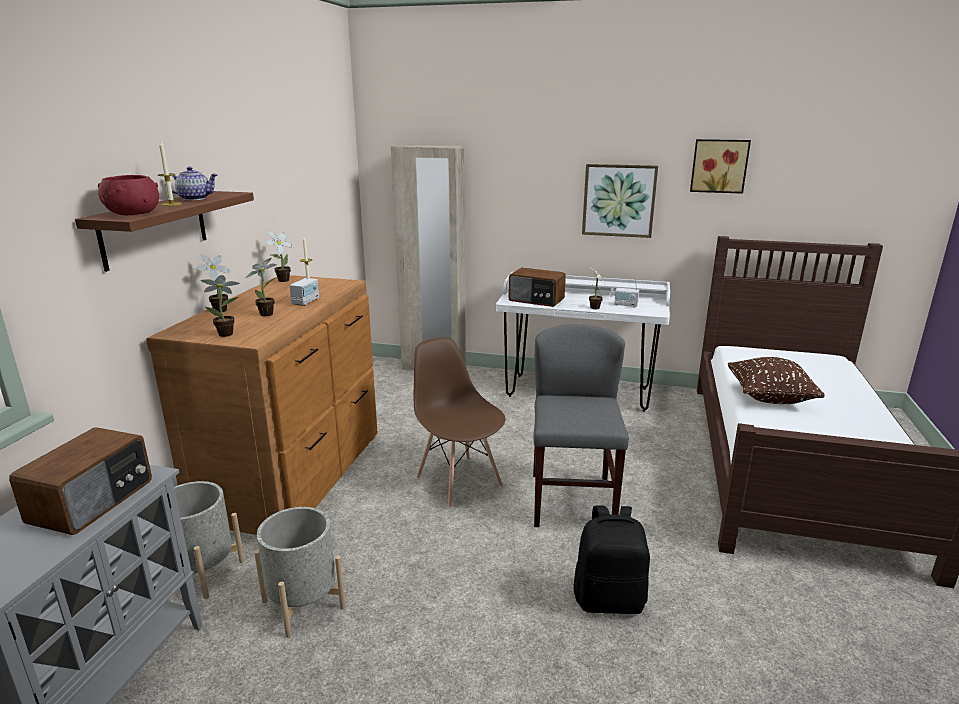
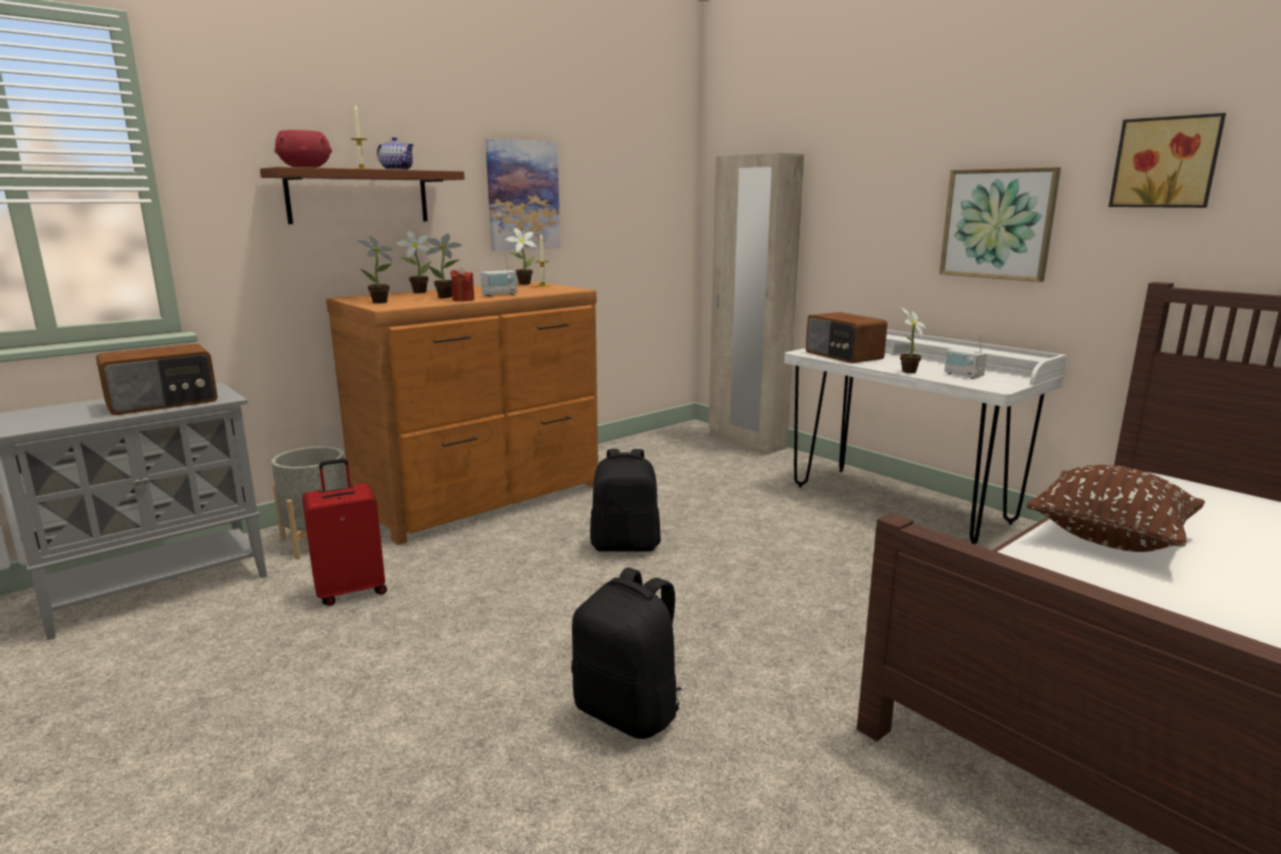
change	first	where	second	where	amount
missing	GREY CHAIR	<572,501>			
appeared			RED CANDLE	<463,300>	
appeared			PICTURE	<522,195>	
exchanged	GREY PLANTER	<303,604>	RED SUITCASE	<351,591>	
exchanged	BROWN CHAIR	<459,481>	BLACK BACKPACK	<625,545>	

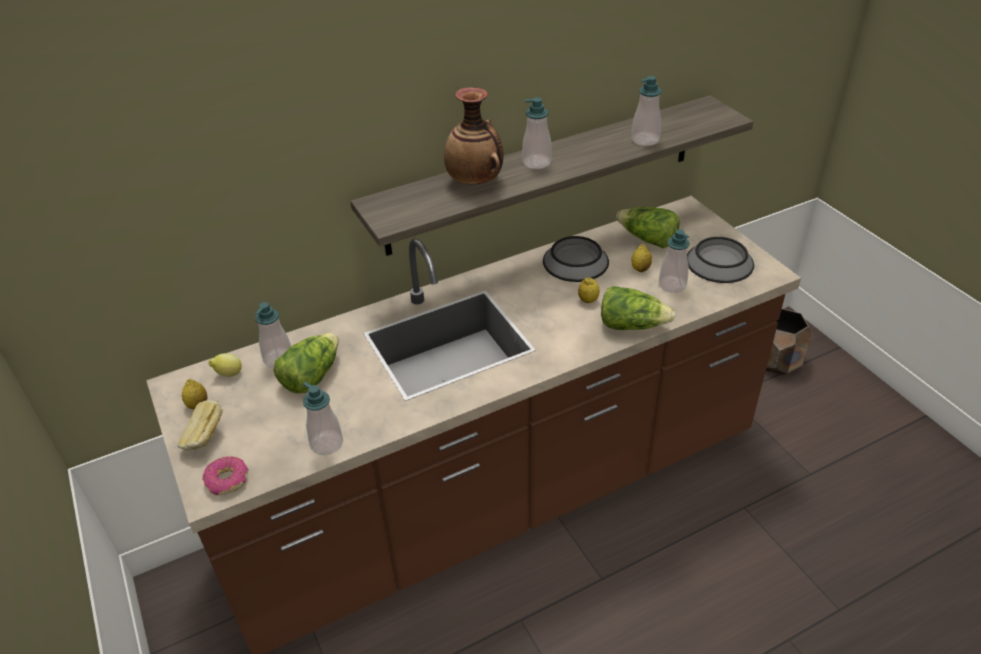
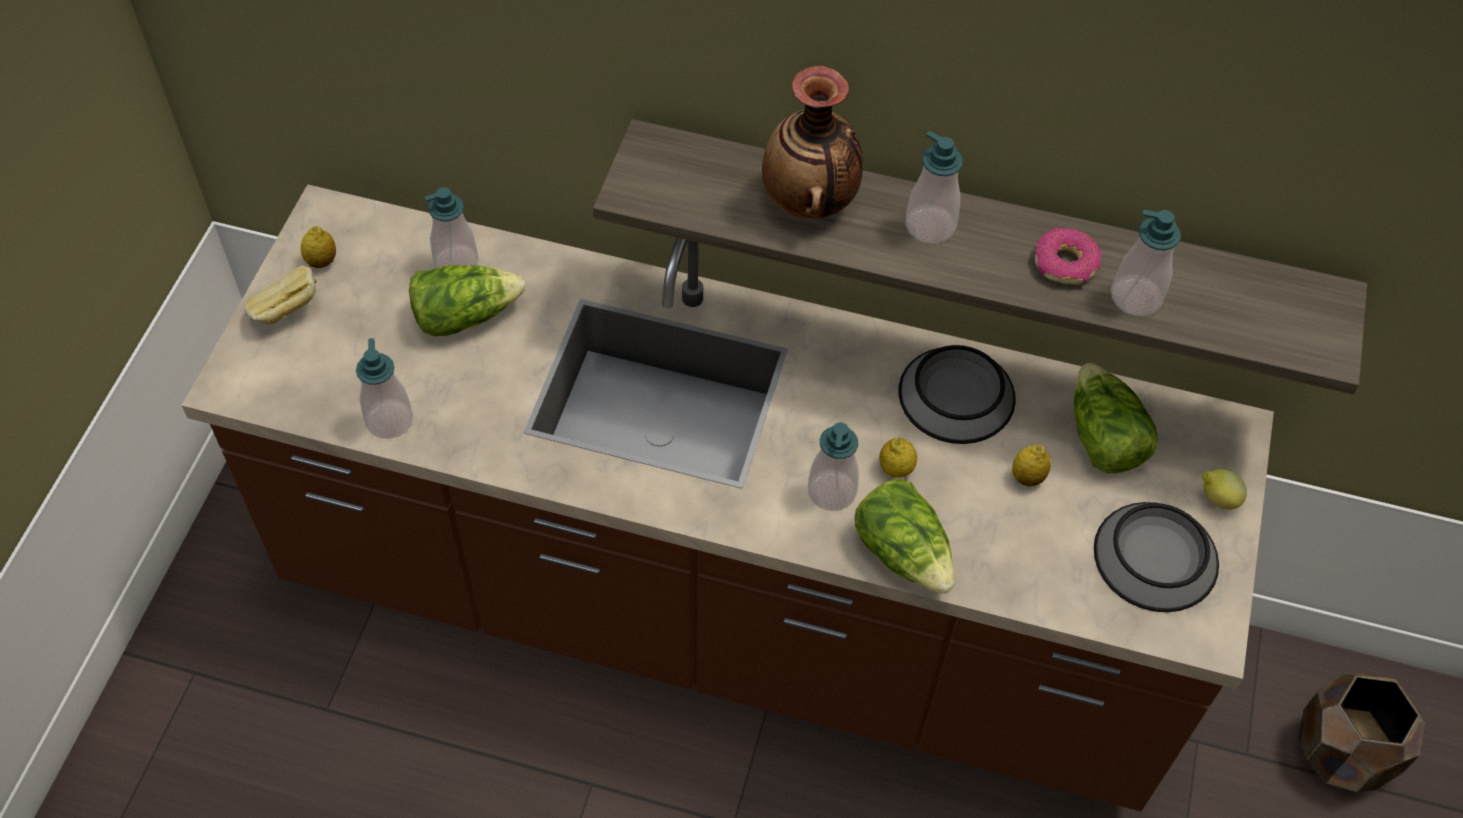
change	first	where	second	where	amount
relocated	DONUT	<227,480>		<1065,264>	
relocated	LEMON	<228,374>		<1217,499>	
relocated	SOAP DISPENSER	<672,285>		<832,491>	

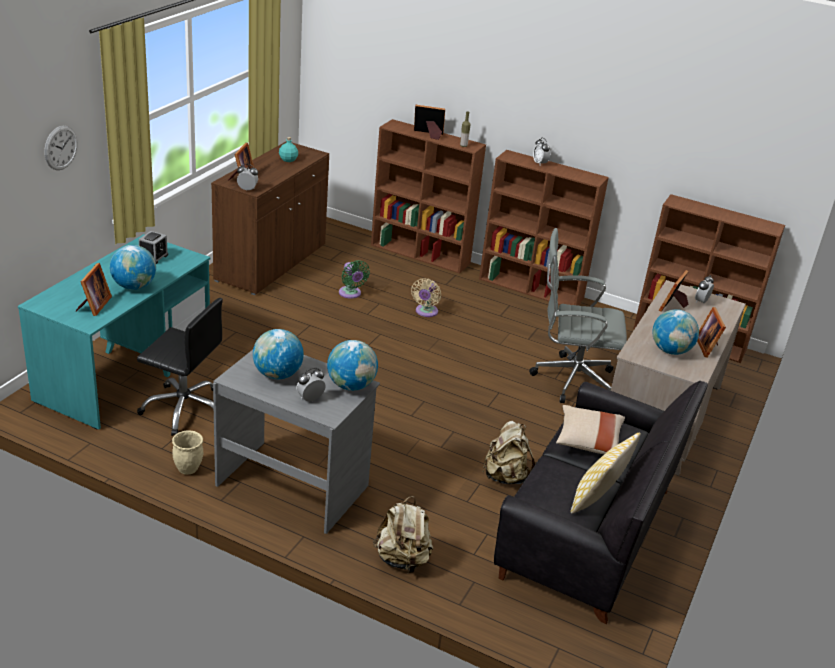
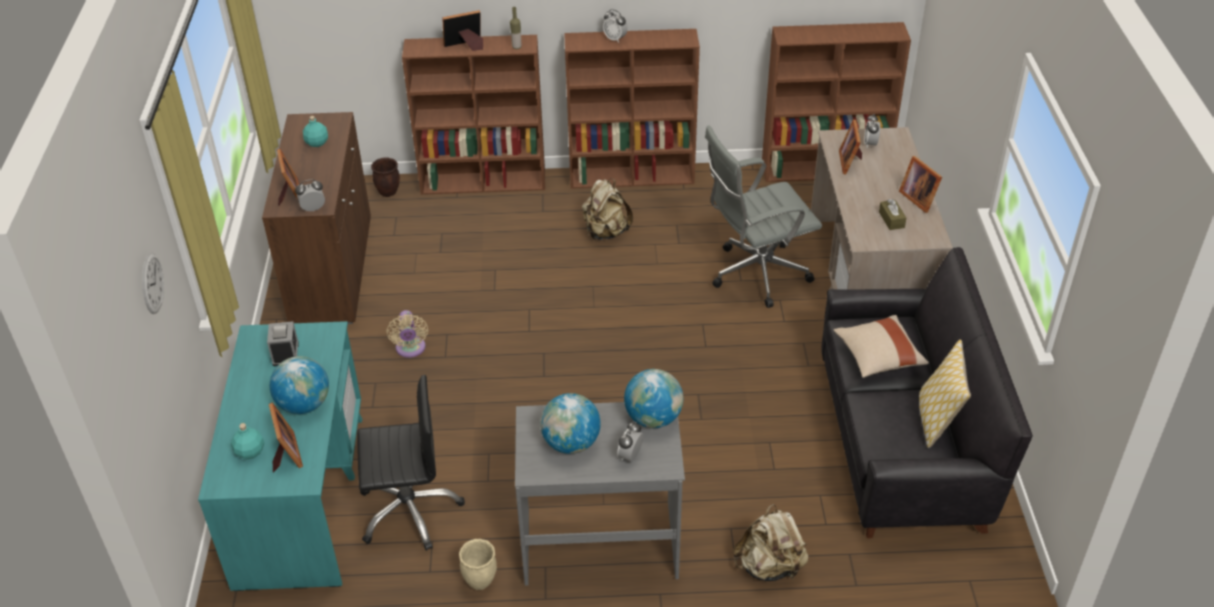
change	first	where	second	where	amount
missing	GREEN FAN	<351,294>			
appeared			TURQUOISE BOTTLE	<250,452>	
appeared			BROWN PLANTER	<388,192>	
relocated	BEIGE FAN	<425,312>		<410,349>	
relocated	BEIGE BACKPACK	<505,477>		<605,232>	
exchanged	GLOBE	<670,351>	BROWN TISSUE BOX	<891,220>	

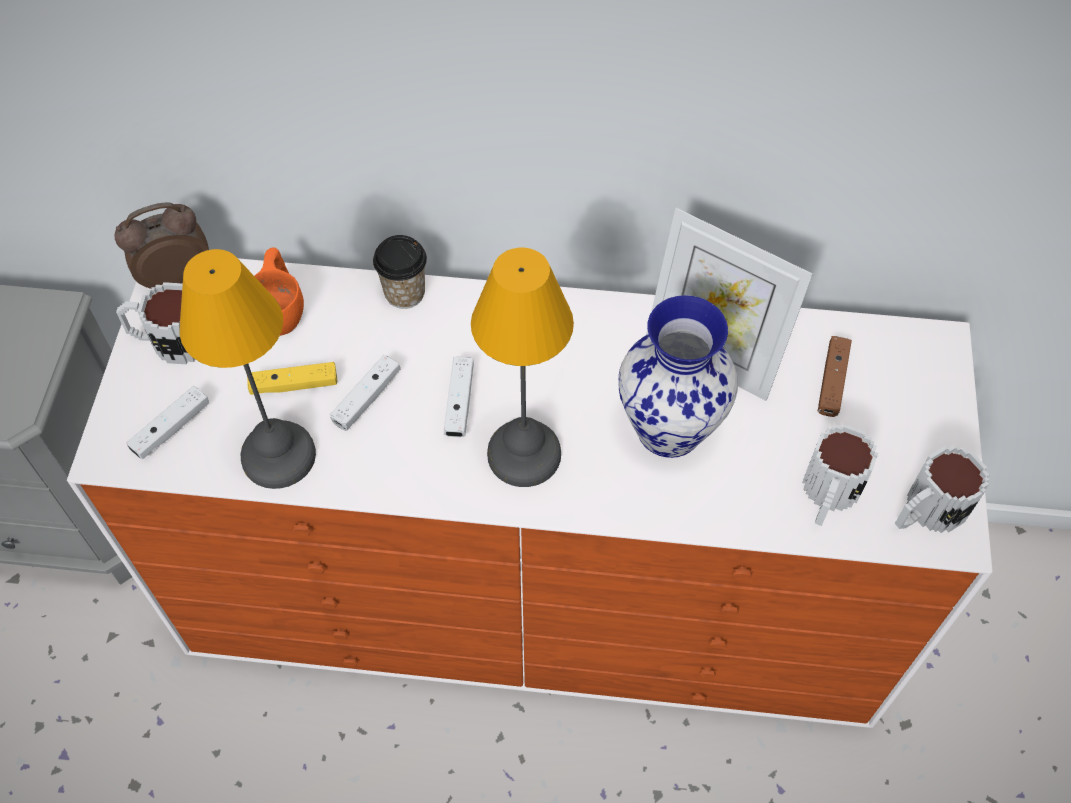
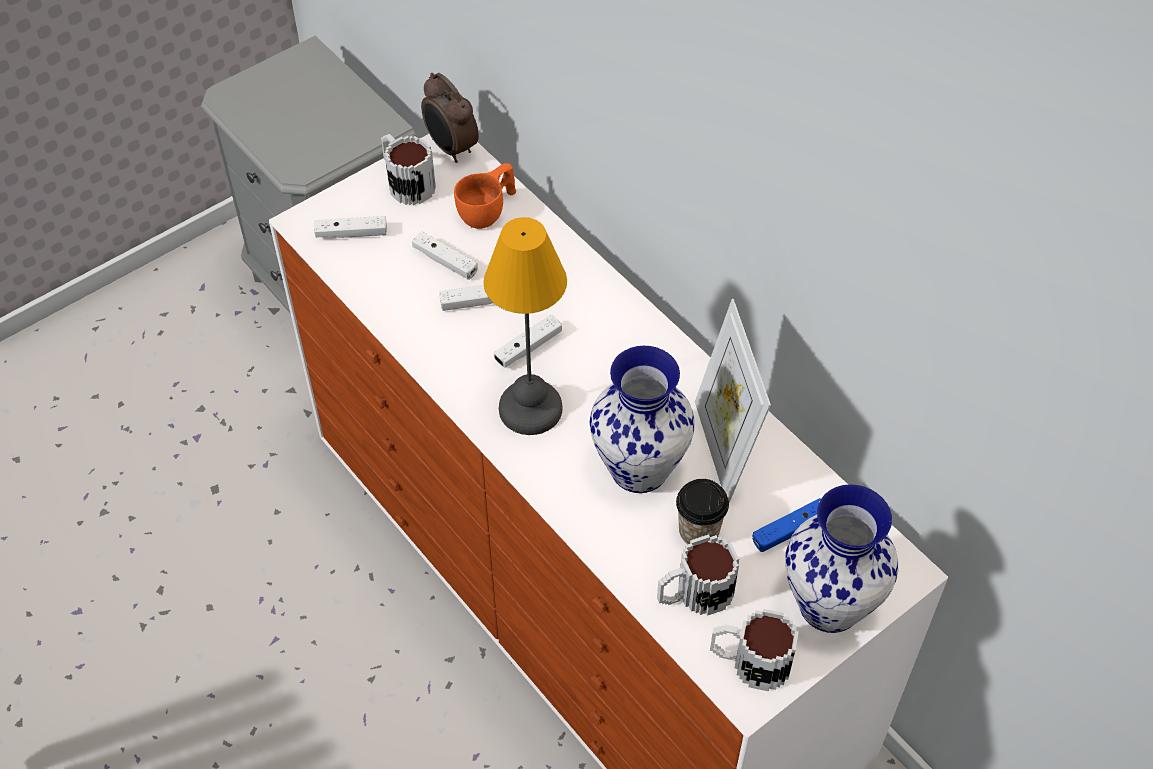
change	first	where	second	where	amount
missing	TABLE LAMP	<279,458>			
appeared			VASE	<829,607>	
relocated	CUP	<405,293>		<698,532>	
colour	YELLOW GAME CONTROLLER	<294,385>	WHITE GAME CONTROLLER	<445,261>	
colour	BROWN GAME CONTROLLER	<832,381>	BLUE GAME CONTROLLER	<790,530>	
spun	ALARM CLOCK	<177,278>		<451,149>	150 degrees counterclockwise

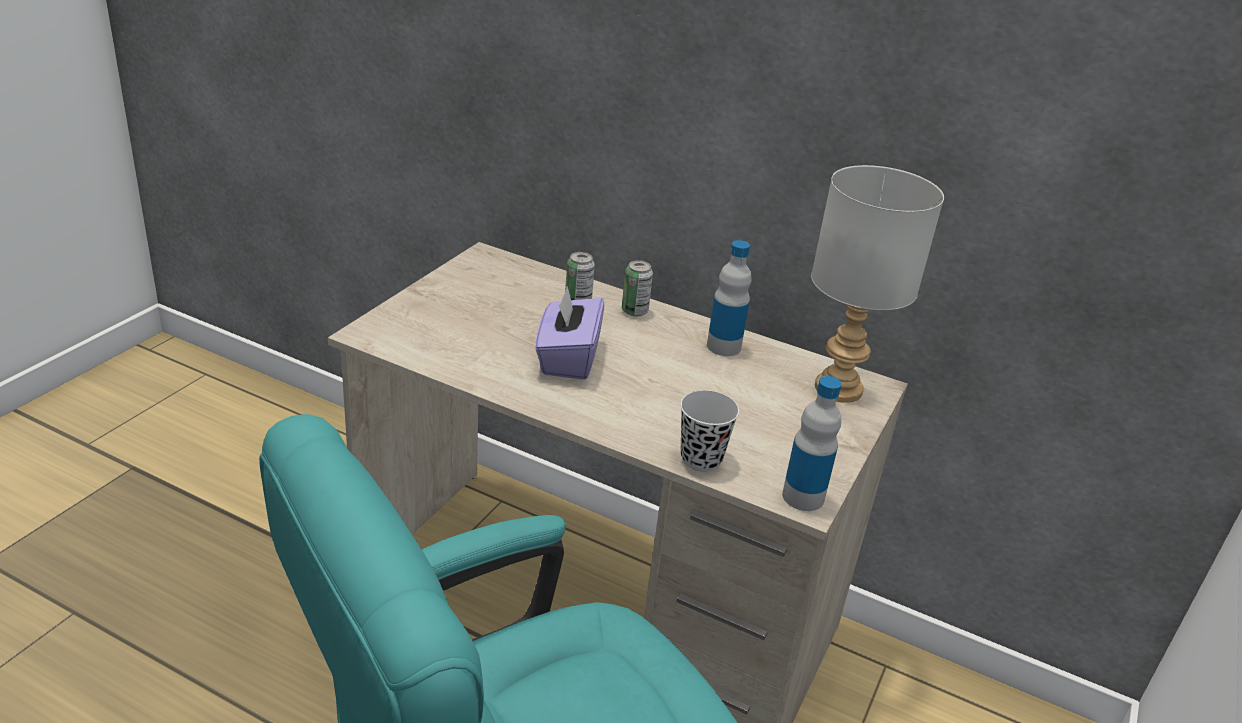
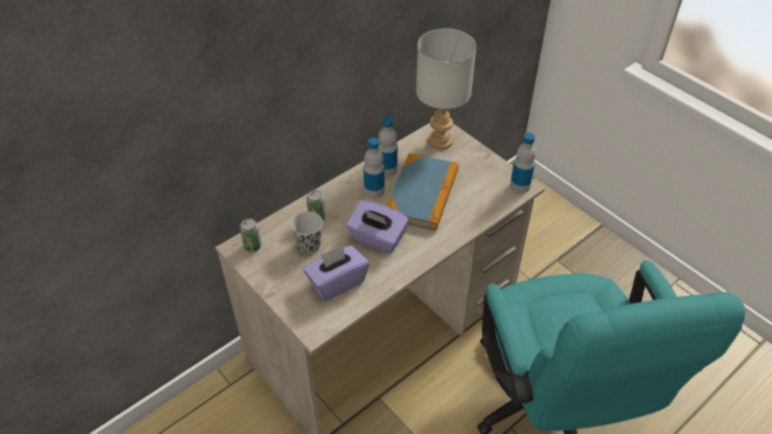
change	first	where	second	where	amount
appeared			PURPLE TISSUE BOX	<337,282>	
appeared			BOTTLE	<374,191>	
appeared			BOOK	<422,194>	
relocated	CAN	<634,311>		<253,246>	
relocated	BLACK CUP	<701,459>		<309,245>	

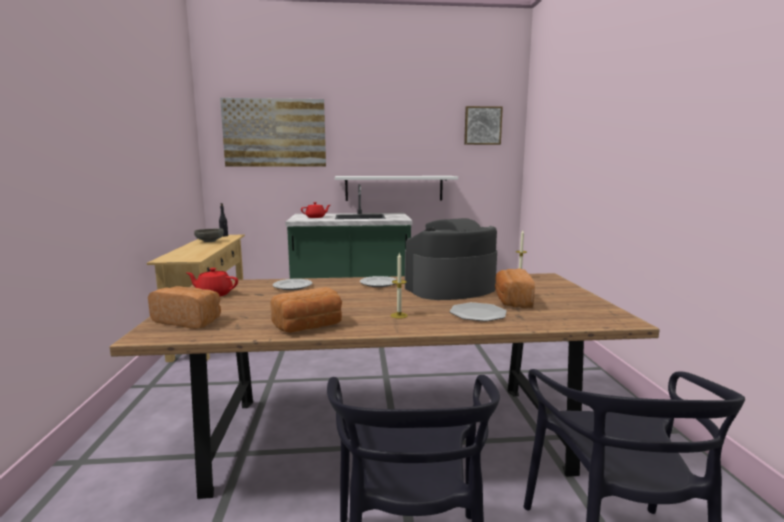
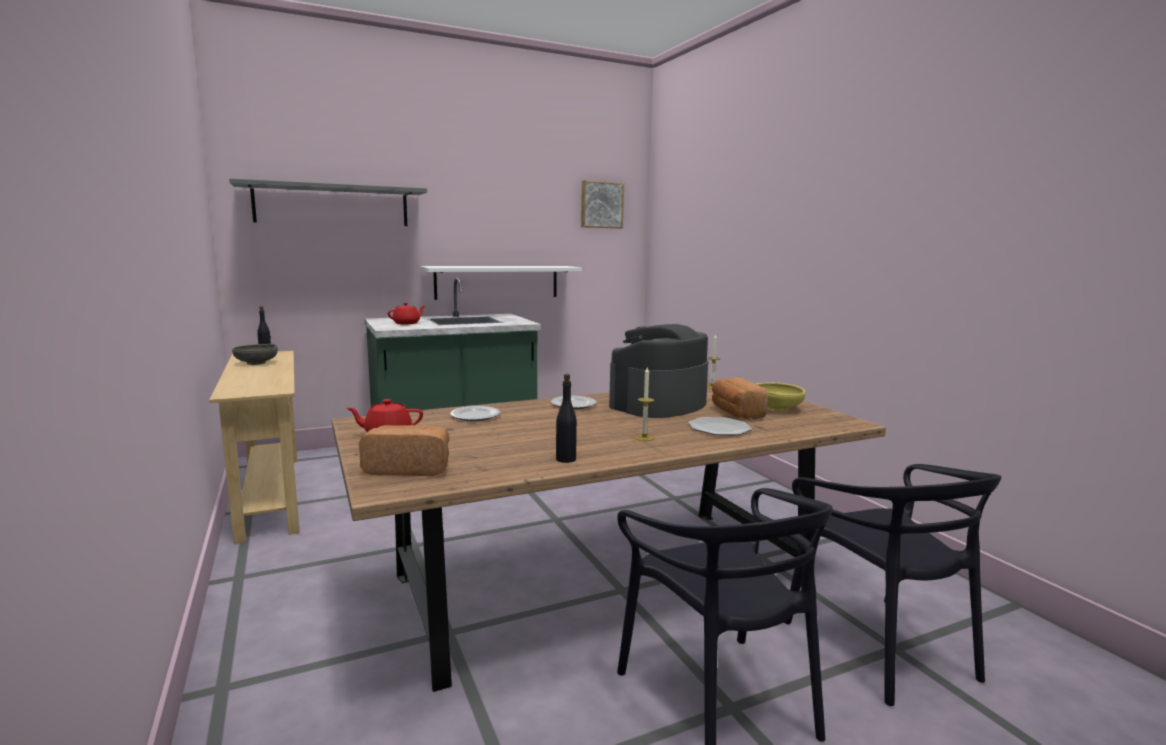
change	first	where	second	where	amount
appeared			YELLOW BOWL	<776,408>	
exchanged	PICTURE	<274,133>	GREY SHELF	<332,205>	
exchanged	BREAD	<309,327>	BLACK BOTTLE	<566,459>	

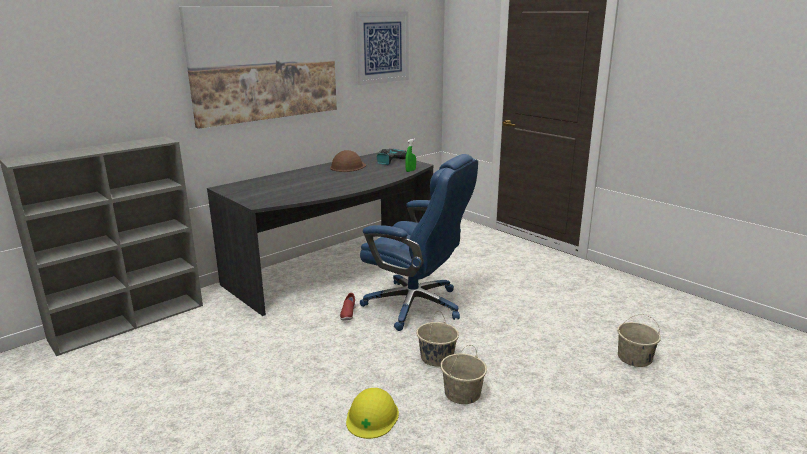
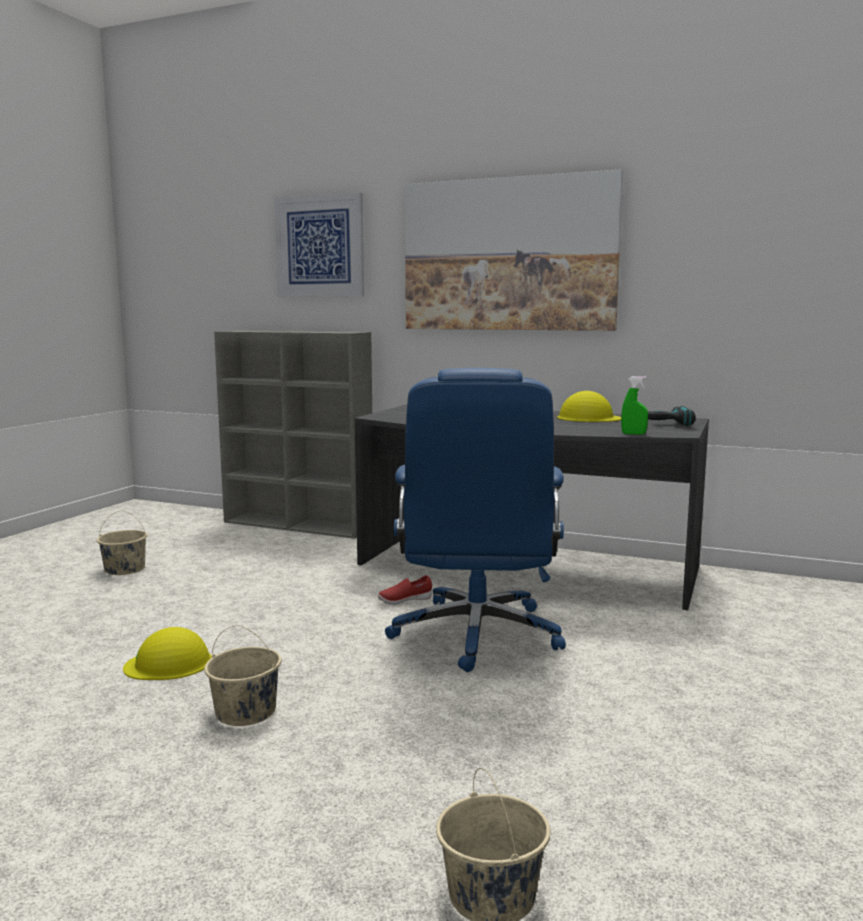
change	first	where	second	where	amount
relocated	PICTURE	<381,47>		<320,247>	
relocated	BEIGE BUCKET	<436,358>		<124,569>	
colour	BROWN HARD HAT	<348,166>	YELLOW HARD HAT	<588,418>	

